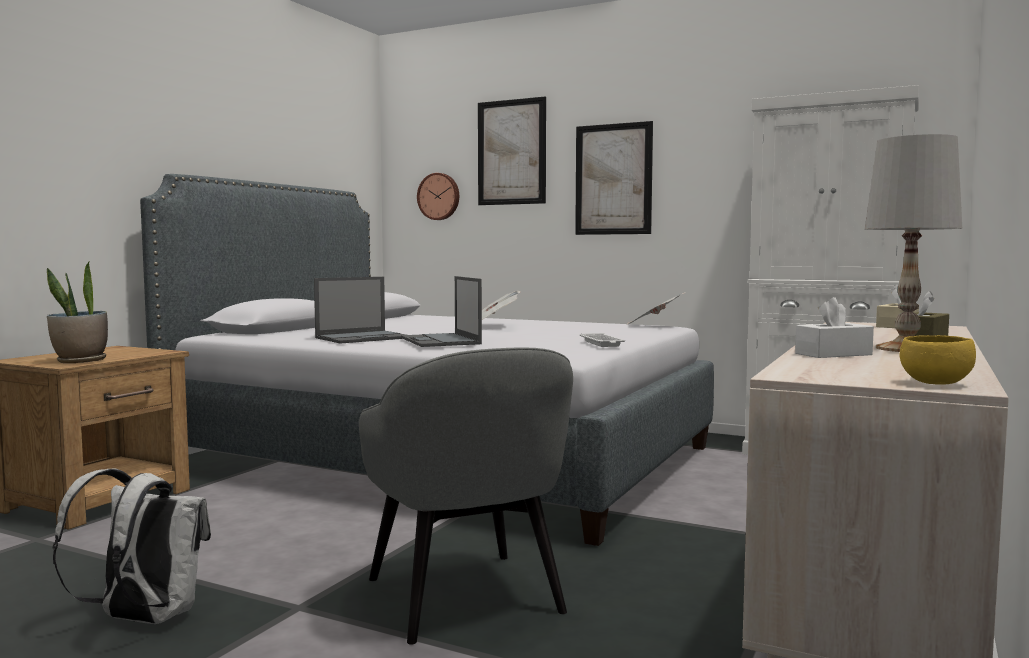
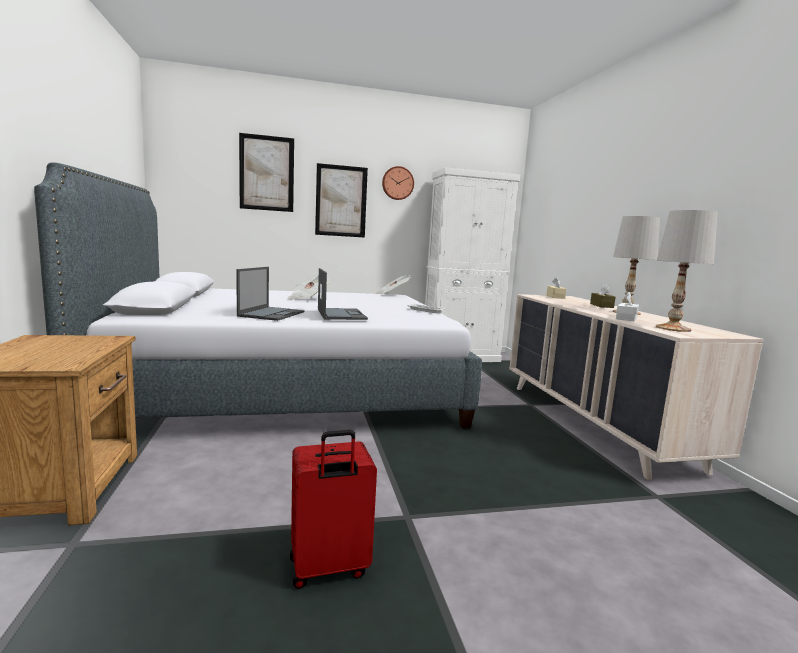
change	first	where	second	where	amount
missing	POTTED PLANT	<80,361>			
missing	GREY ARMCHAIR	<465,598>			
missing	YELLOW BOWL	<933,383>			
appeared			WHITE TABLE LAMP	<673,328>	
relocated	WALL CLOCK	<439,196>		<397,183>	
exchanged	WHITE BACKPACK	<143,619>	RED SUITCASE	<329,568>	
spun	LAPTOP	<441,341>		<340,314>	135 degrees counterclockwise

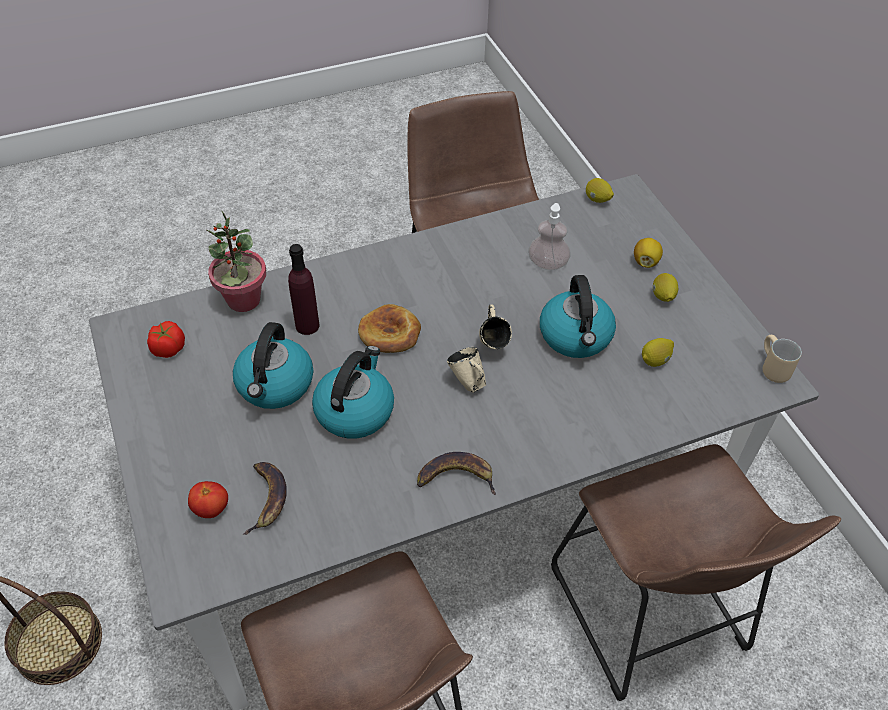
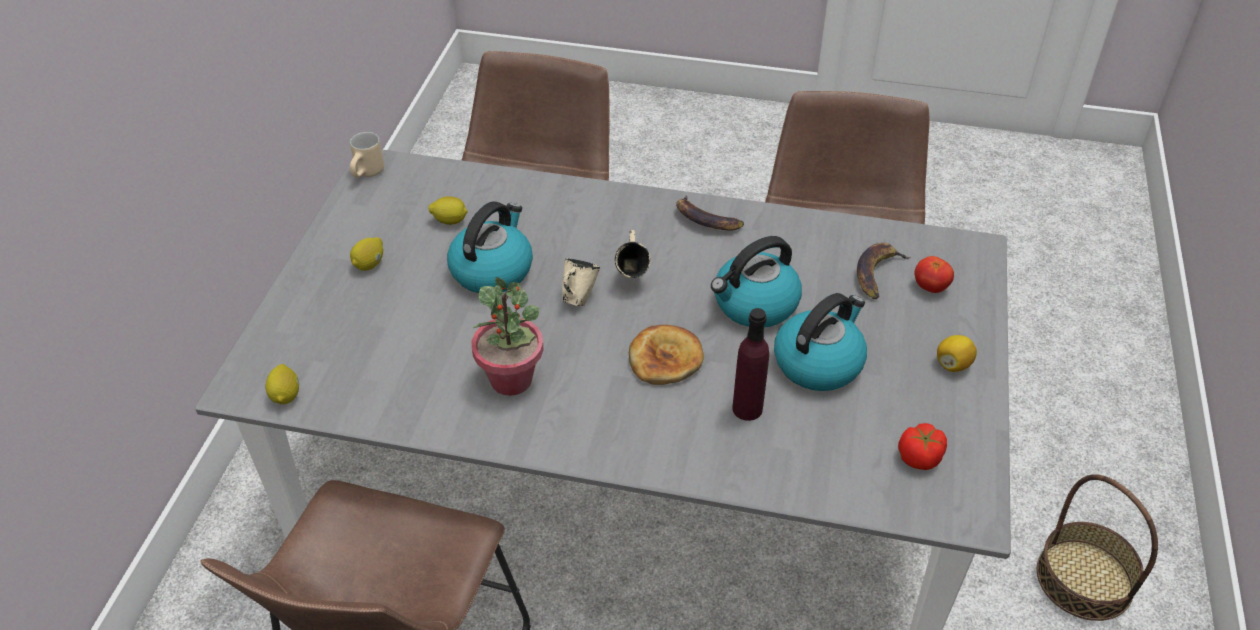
change	first	where	second	where	amount
missing	SOAP DISPENSER	<547,263>			
relocated	POTTED PLANT	<243,300>		<511,379>	
relocated	LEMON	<645,262>		<953,364>	

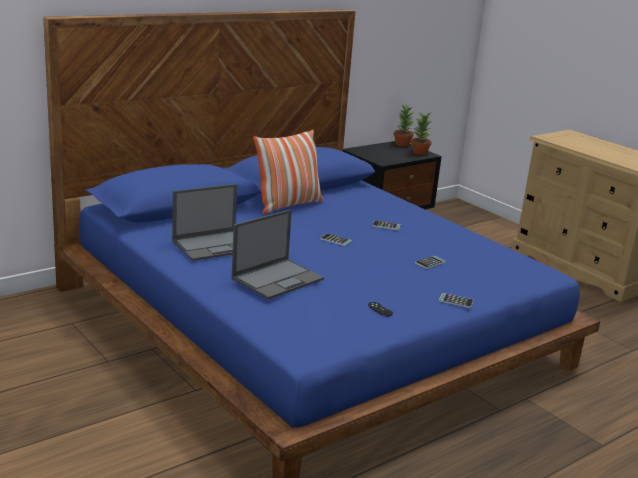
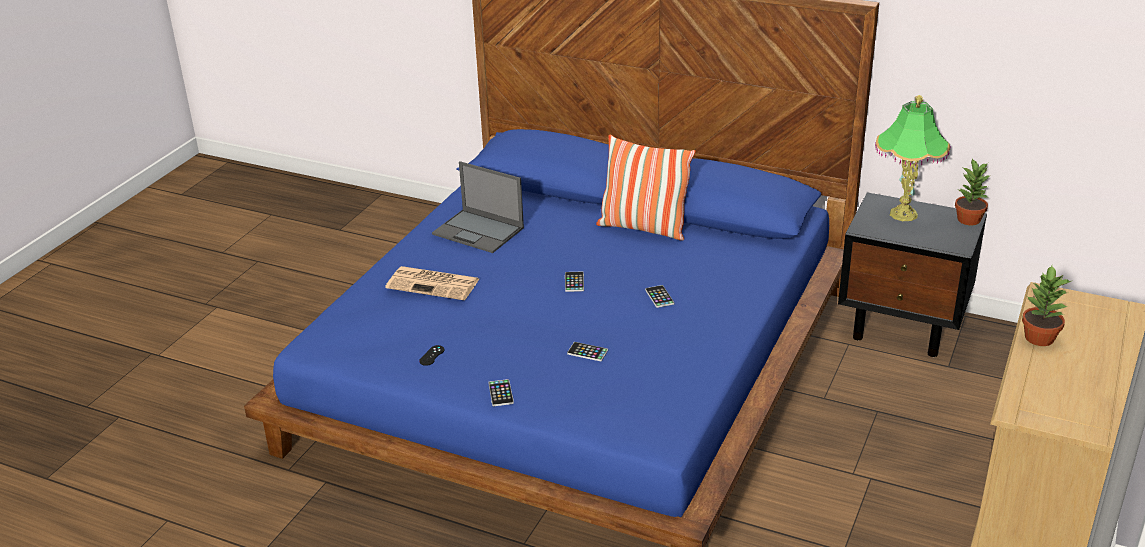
change	first	where	second	where	amount
appeared			TABLE LAMP	<903,214>	
relocated	POTTED PLANT	<420,152>		<1039,338>	
exchanged	LAPTOP	<278,278>	NEWSPAPER	<434,284>	

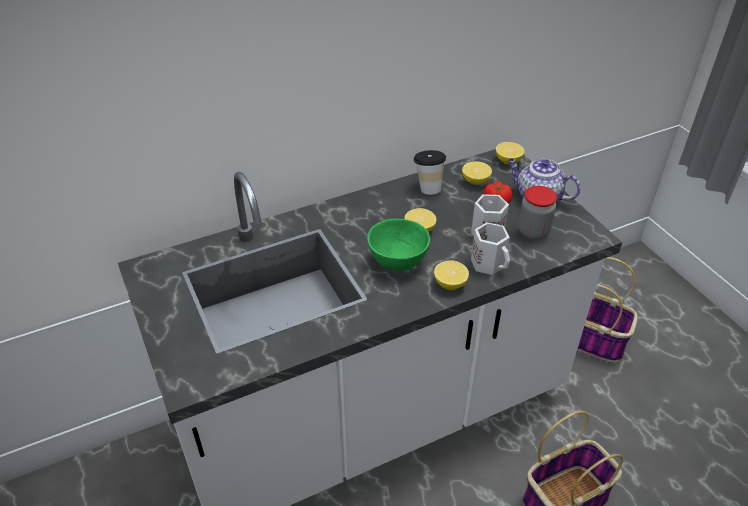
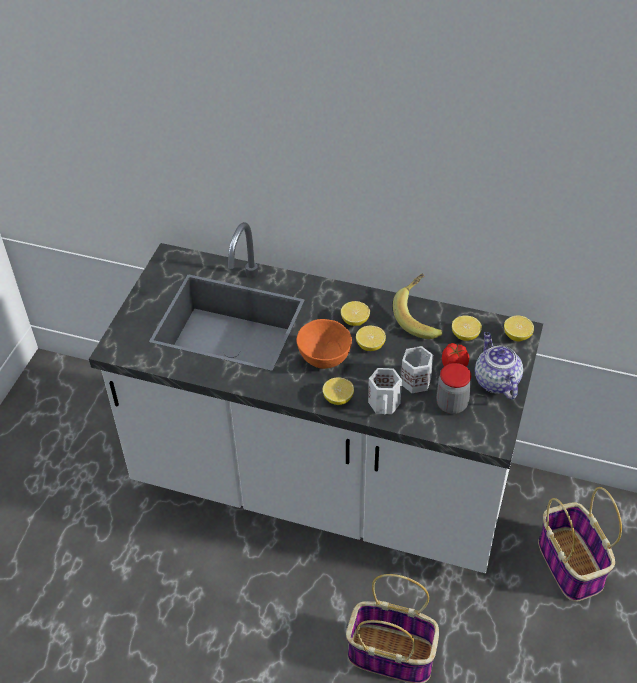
change	first	where	second	where	amount
appeared			LEMON	<355,321>	
exchanged	CUP	<428,188>	BANANA	<421,317>	
colour	GREEN BOWL	<397,262>	ORANGE BOWL	<324,358>	

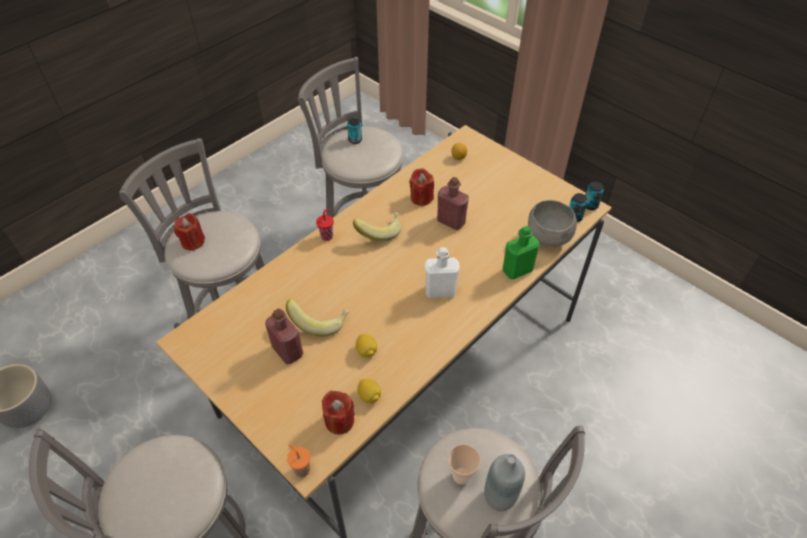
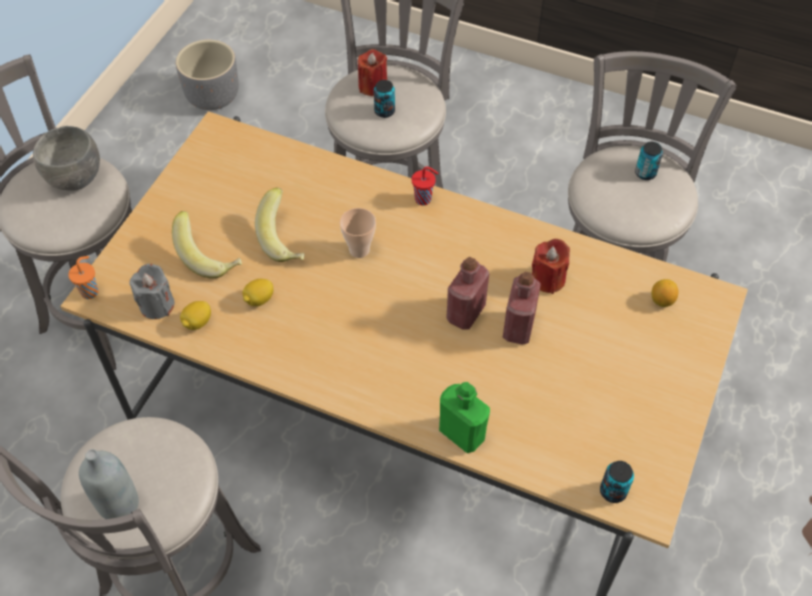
change	first	where	second	where	amount
missing	WHITE BOTTLE	<440,291>			
relocated	RED BOTTLE	<287,351>		<466,313>	
relocated	BANANA	<379,232>		<210,256>	
relocated	CUP	<461,475>		<359,250>	
relocated	GREY BOWL	<548,239>		<74,178>	
relocated	CAN	<590,205>		<384,111>	
colour	RED CANDLE	<339,421>	GREY CANDLE	<157,305>	

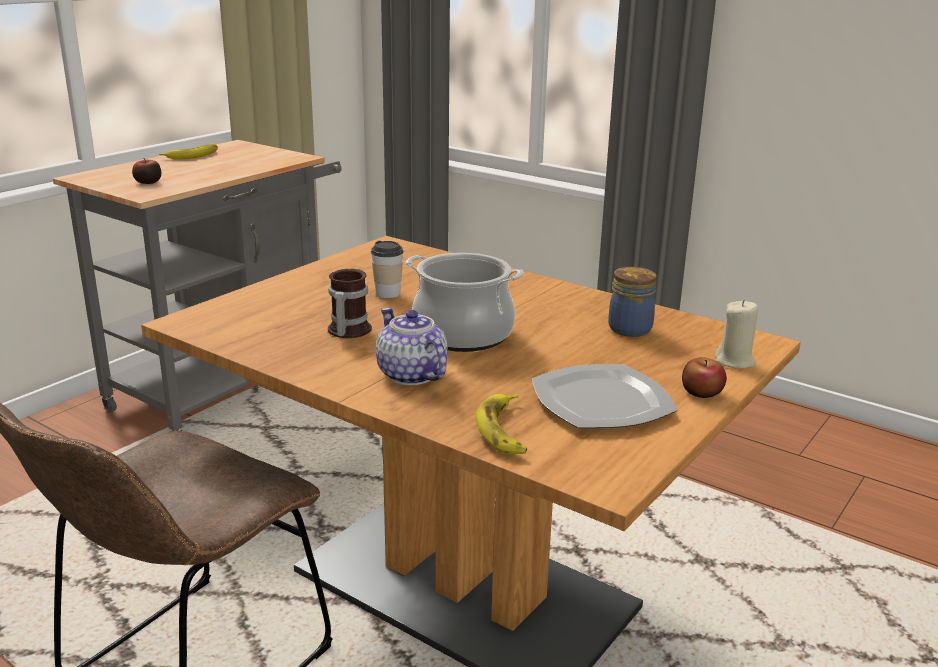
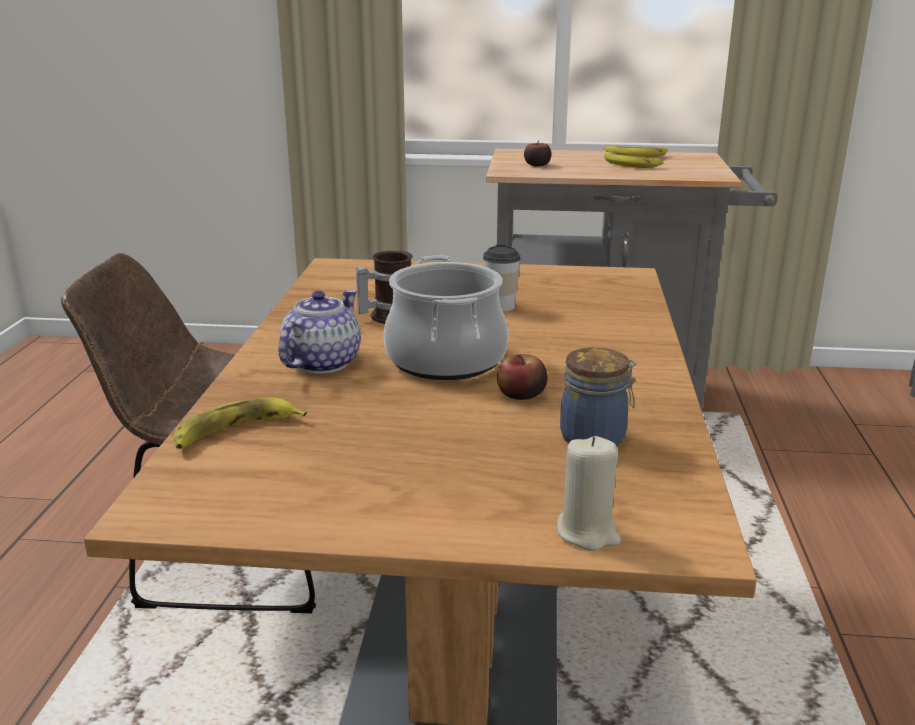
change	first	where	second	where	amount
missing	PLATE	<601,402>			
appeared			BANANA	<630,164>	
relocated	APPLE	<702,392>		<521,395>	

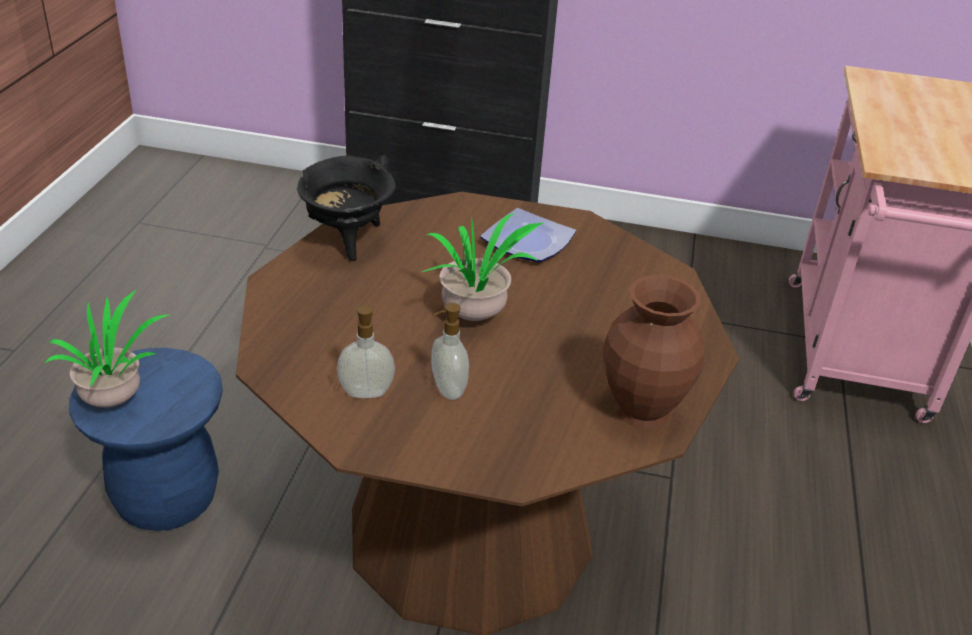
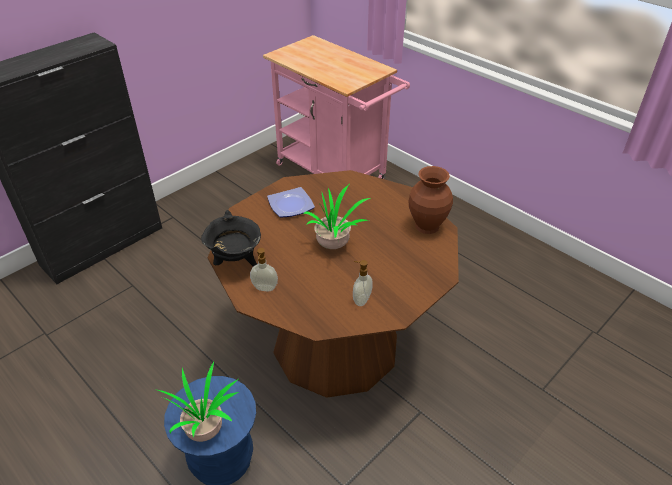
change	first	where	second	where	amount
relocated	SOAP DISPENSER	<447,389>		<264,288>	

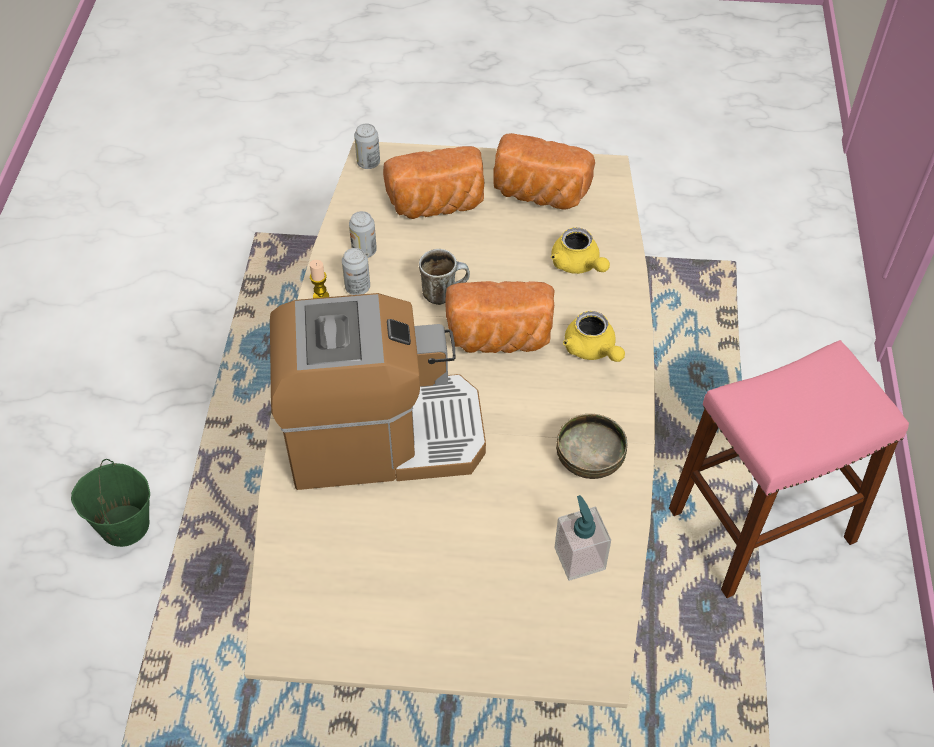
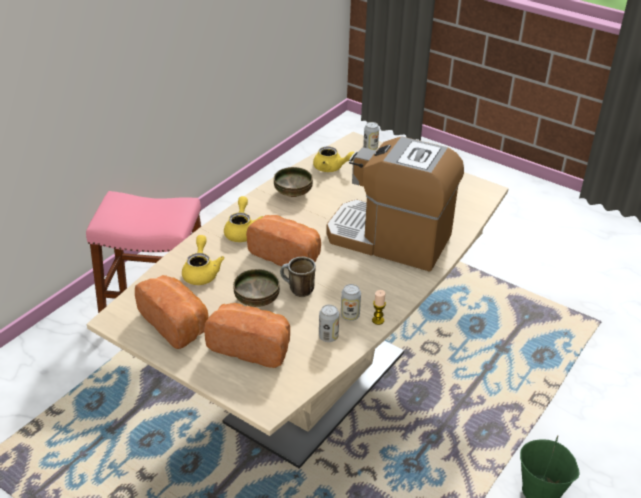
change	first	where	second	where	amount
appeared			BOWL	<257,300>	
relocated	CAN	<368,163>		<370,148>	
exchanged	SOAP DISPENSER	<579,558>	YELLOW TEAPOT	<332,168>	

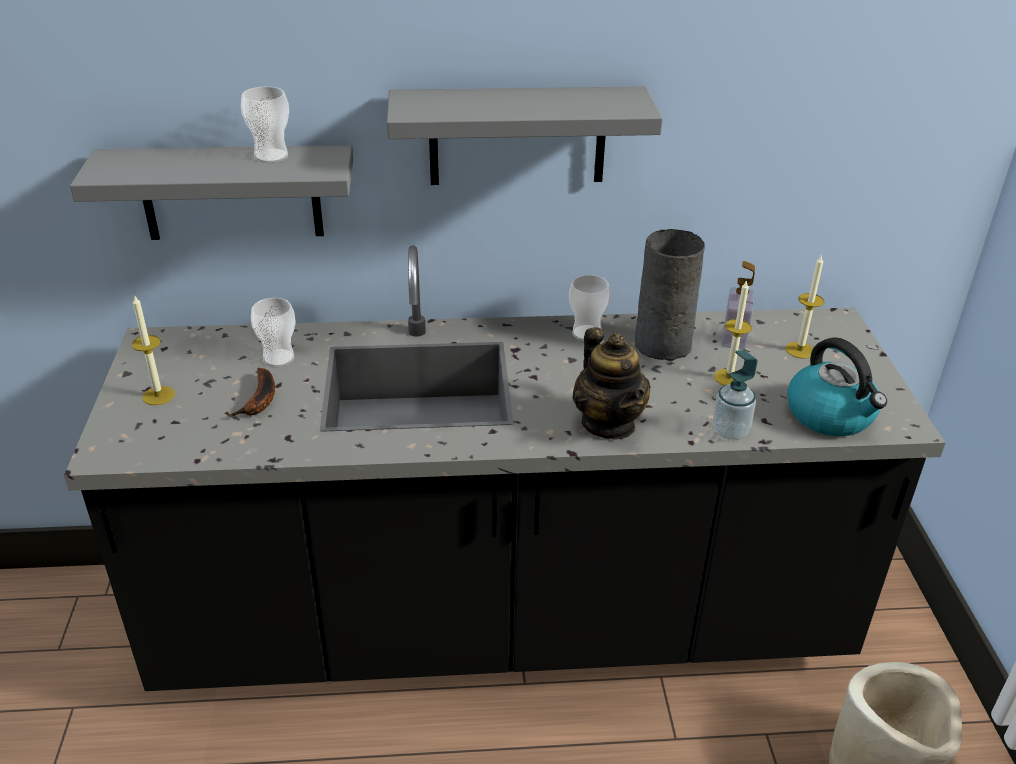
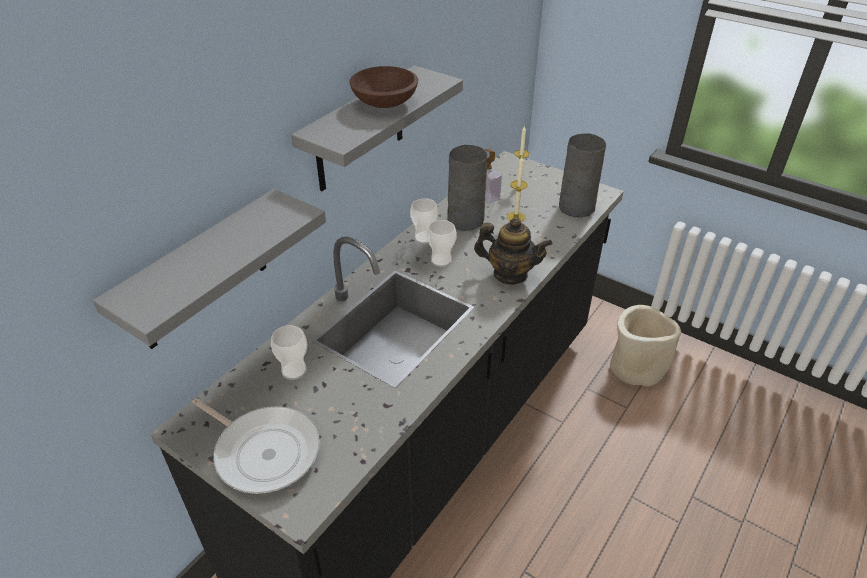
change	first	where	second	where	amount
missing	BANANA	<259,400>			
missing	SOAP DISPENSER	<730,432>			
appeared			BROWN BOWL	<384,102>	
relocated	CUP	<271,156>		<441,260>	
exchanged	CANDLE	<158,395>	FRYING PAN	<264,451>	
exchanged	KETTLE	<831,416>	GREY VASE	<575,207>	

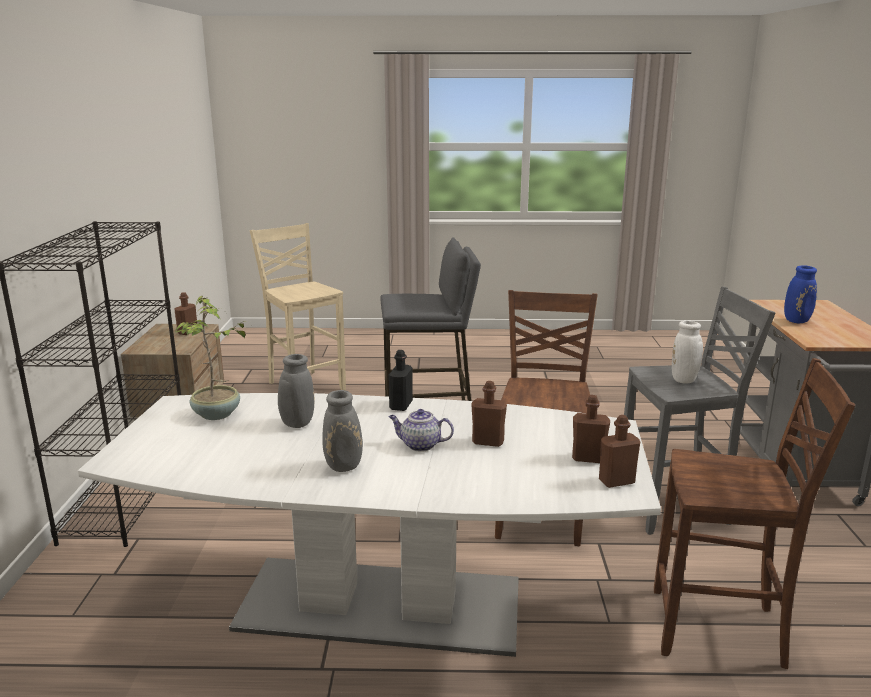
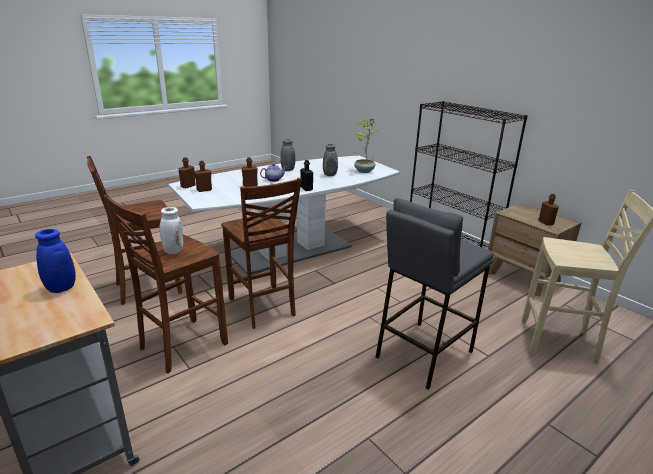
change	first	where	second	where	amount
colour	GREY STOOL	<675,509>	BROWN STOOL	<181,346>	

